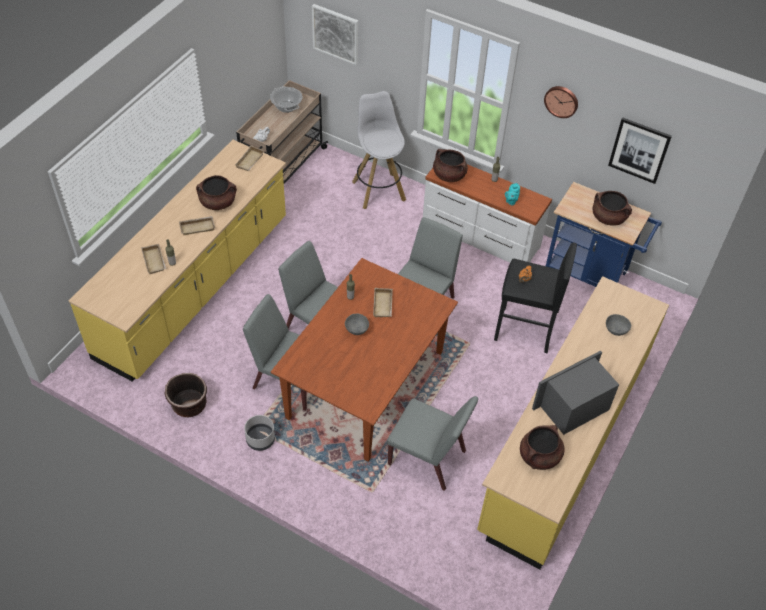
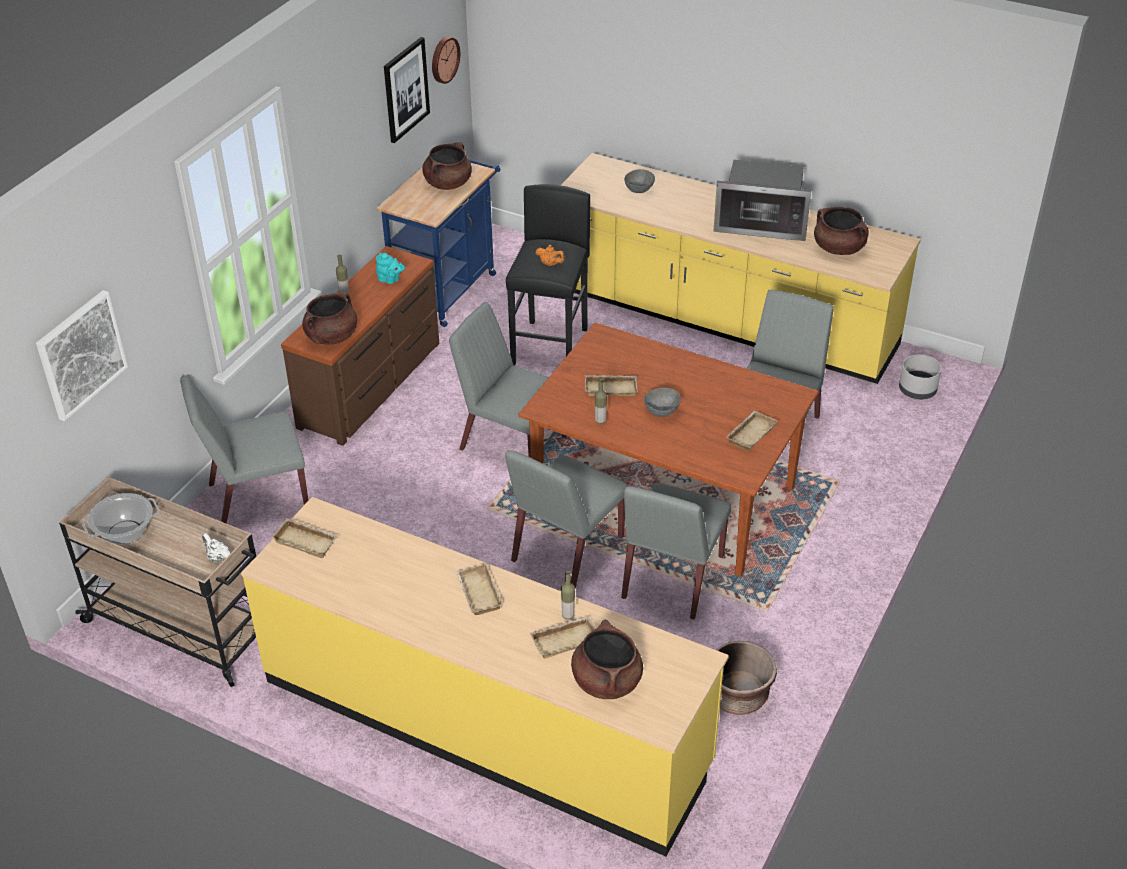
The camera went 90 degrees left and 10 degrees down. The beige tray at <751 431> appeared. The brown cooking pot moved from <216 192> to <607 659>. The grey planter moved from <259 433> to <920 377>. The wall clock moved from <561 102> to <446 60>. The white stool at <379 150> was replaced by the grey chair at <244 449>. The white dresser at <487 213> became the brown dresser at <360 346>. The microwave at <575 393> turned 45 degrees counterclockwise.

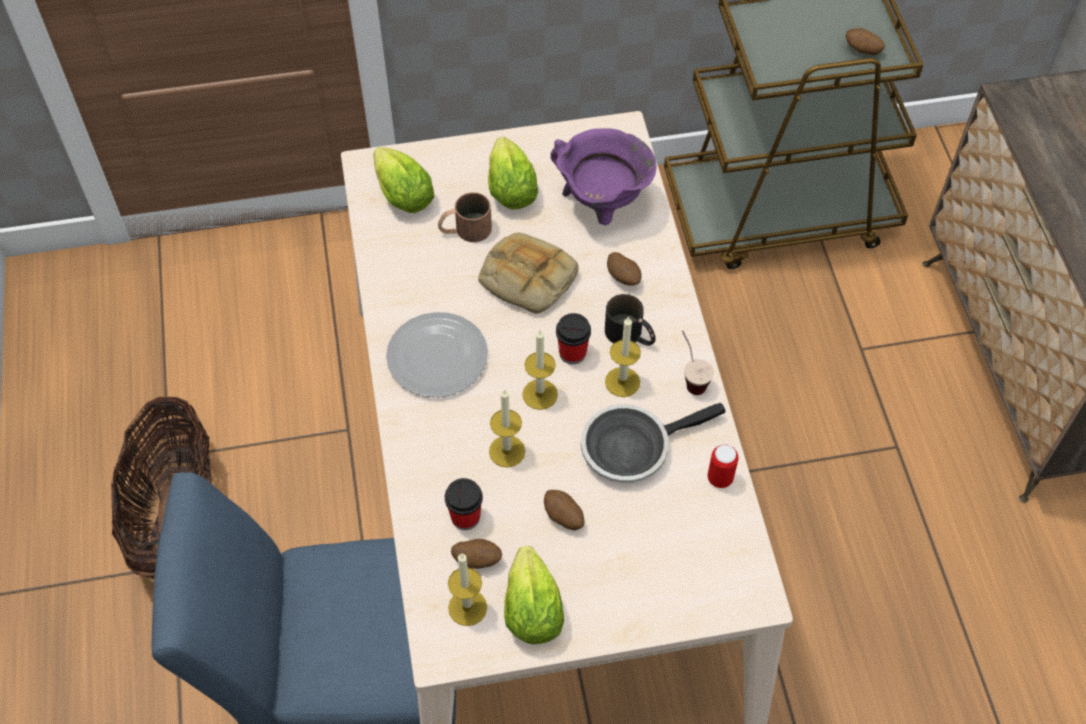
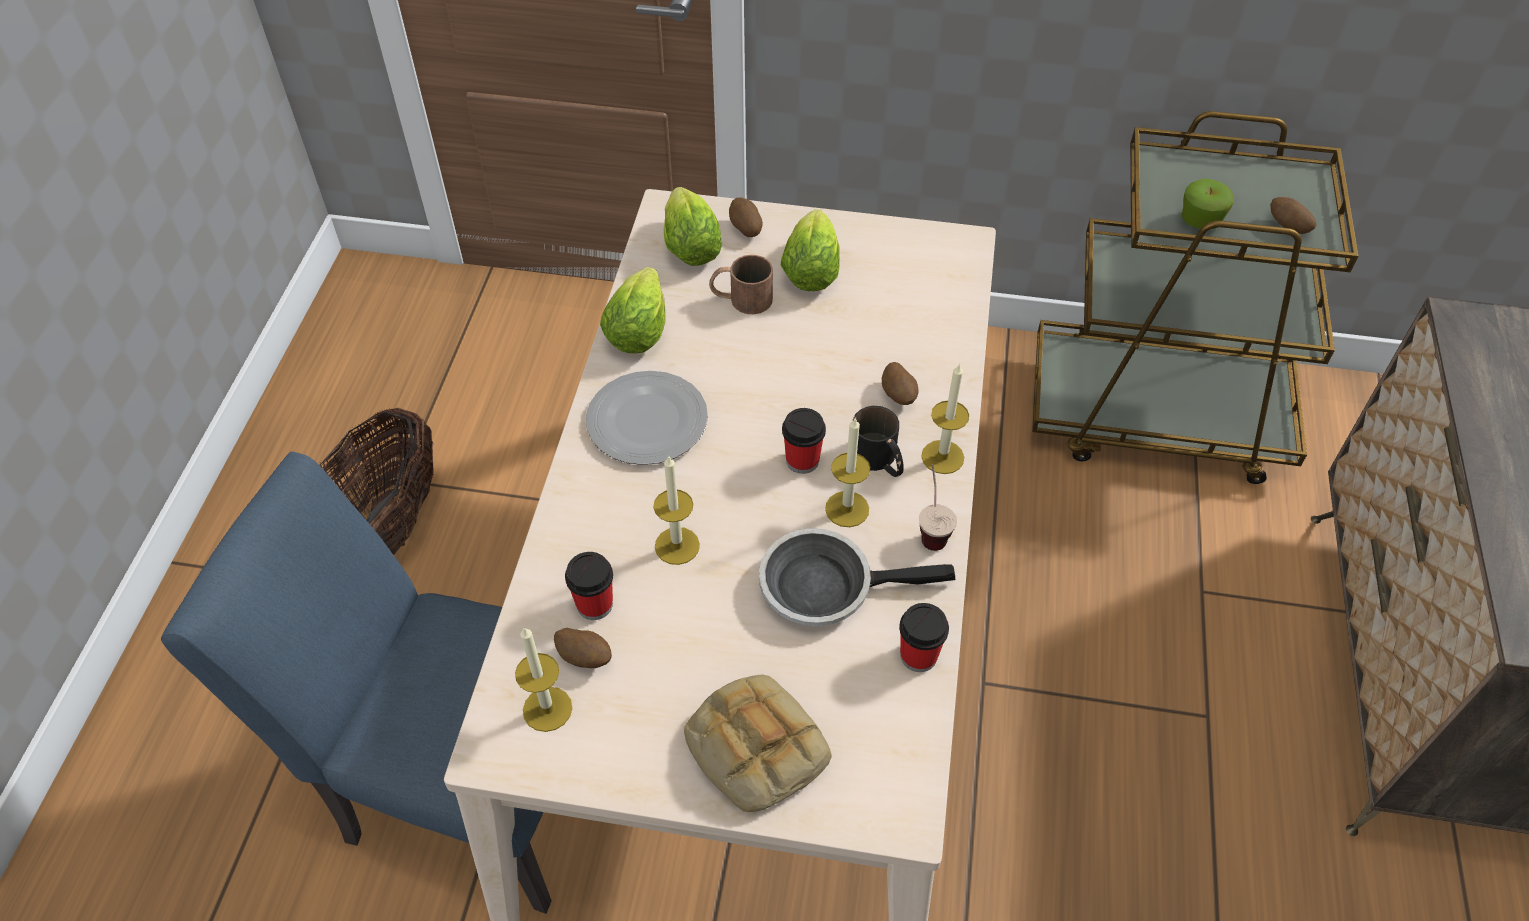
The camera went 20 degrees right and 5 degrees down. The purple cooking pot at <603 176> disappeared. The apple at <1207 204> appeared. The bread moved from <528 273> to <758 743>. The lettuce moved from <534 595> to <633 310>. The candle moved from <540 370> to <945 418>. The potato moved from <564 510> to <746 217>. The can at <723 466> was replaced by the cup at <924 637>.

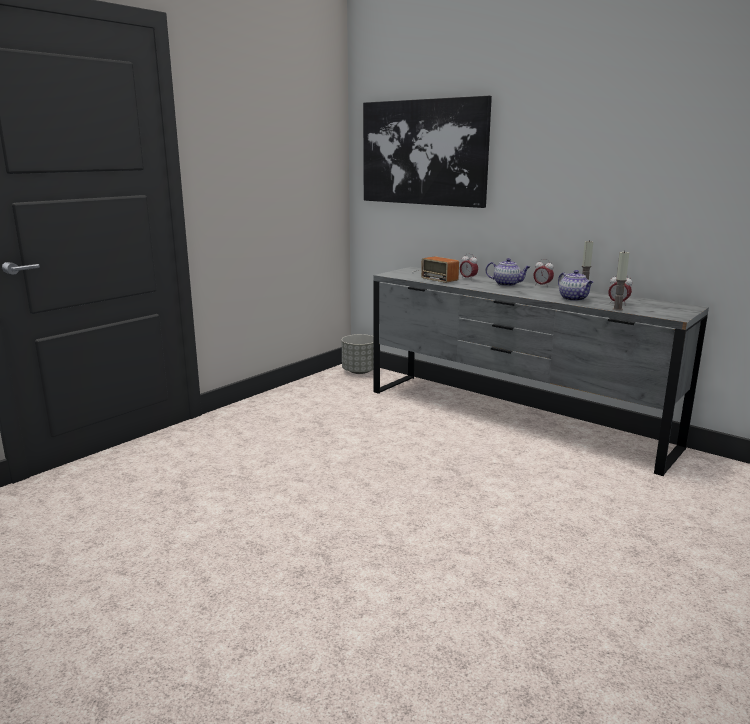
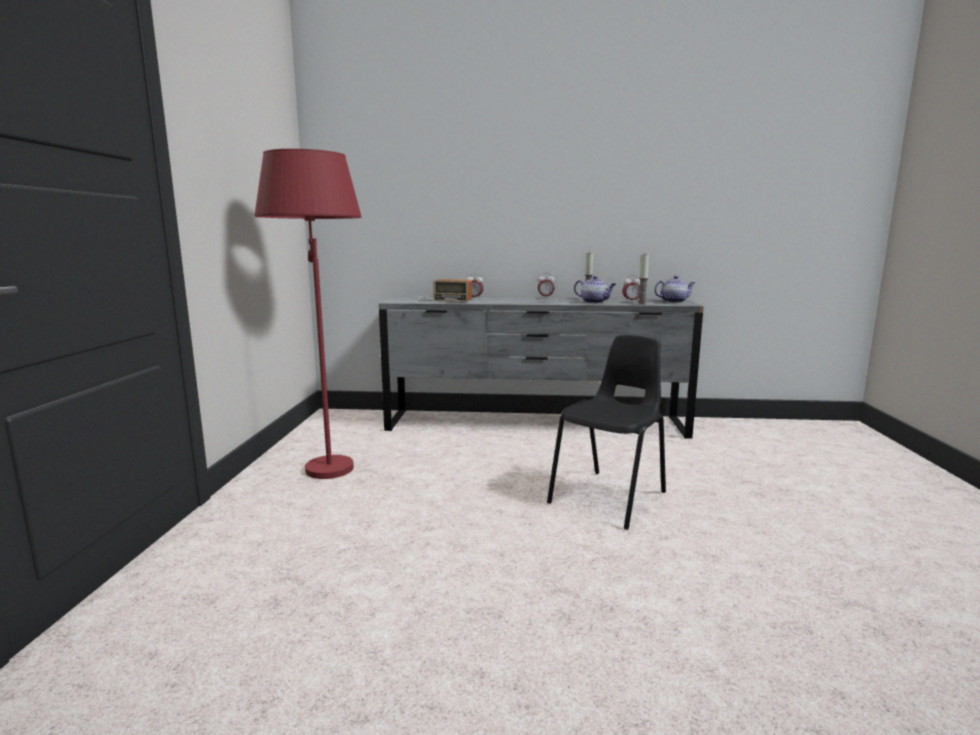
The camera went 35 degrees left and 5 degrees down. The grey planter at <358 354> disappeared. The picture at <427 152> disappeared. The red floor lamp at <308 314> appeared. The black chair at <606 432> appeared. The teapot moved from <508 272> to <674 289>.

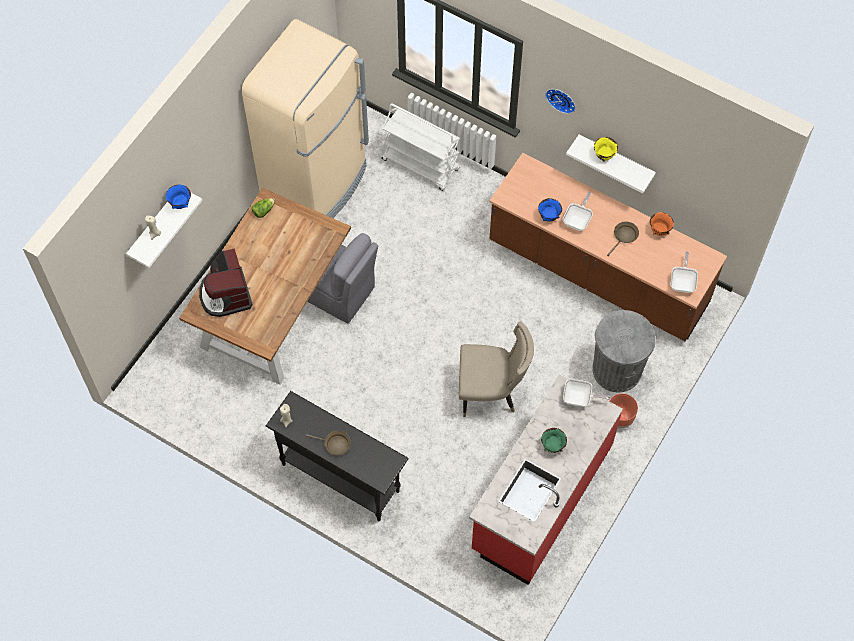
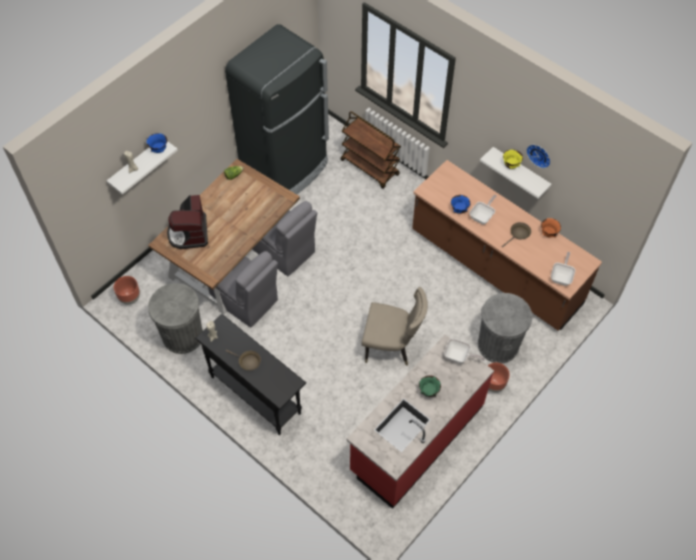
The camera went 10 degrees right and 5 degrees down. The brown planter at <127 290> appeared. The grey trash can at <175 318> appeared. The grey chair at <243 289> appeared. The wall clock moved from <560 101> to <538 156>. The beige fridge at <305 118> became the black fridge at <277 109>. The white cart at <421 147> became the brown cart at <370 150>.

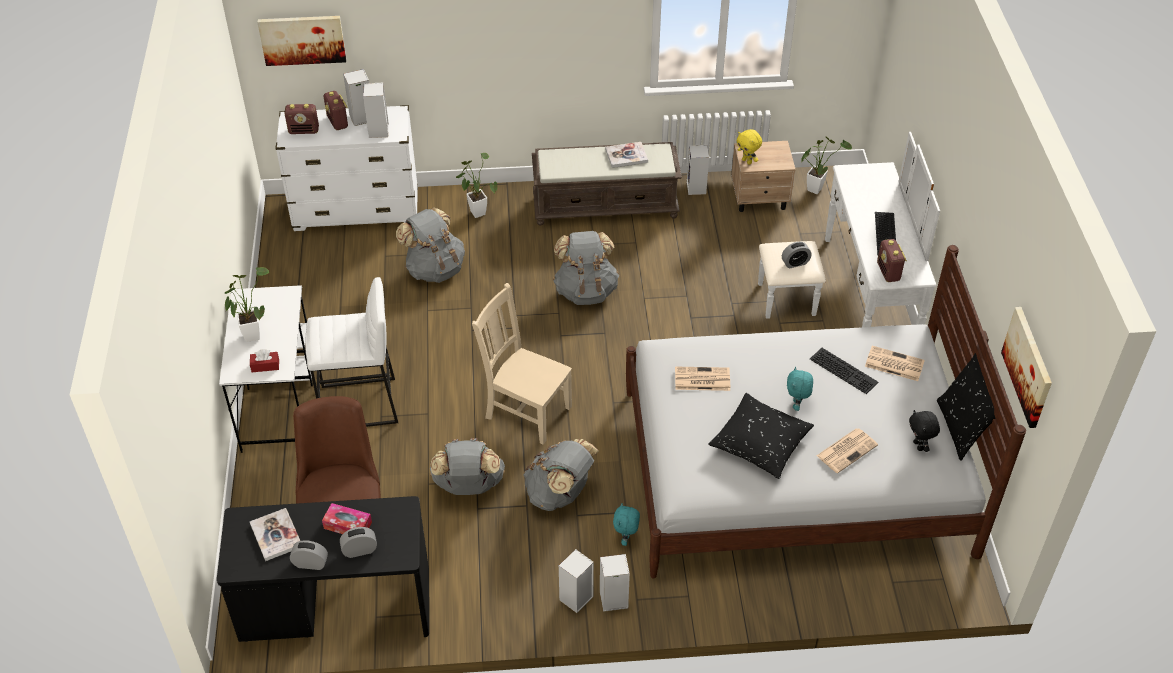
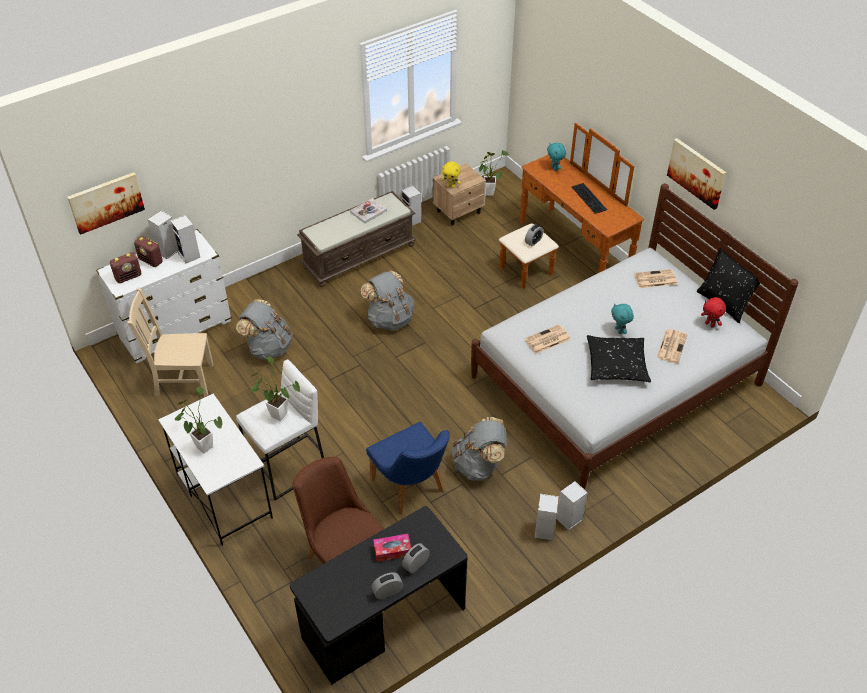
The camera went 30 degrees left and 0 degrees up. The red tissue box at <264 360> disappeared. The book at <275 534> disappeared. The keyboard at <844 371> disappeared. The radio at <892 260> disappeared. The potted plant moved from <476 185> to <275 389>. The beige chair moved from <522 364> to <170 341>. The turquoise plush toy moved from <626 524> to <556 157>. The picture moved from <1026 367> to <696 174>. The grey backpack at <467 466> was replaced by the blue chair at <408 468>. The white dresser at <849 229> became the brown dresser at <571 206>. The black plush toy at <924 431> became the red plush toy at <713 312>.

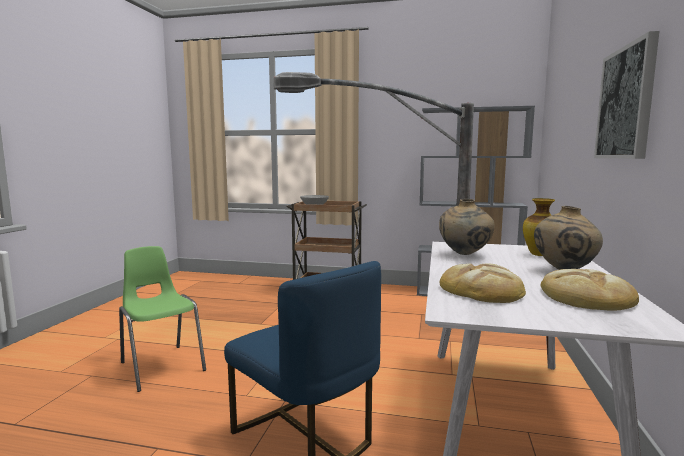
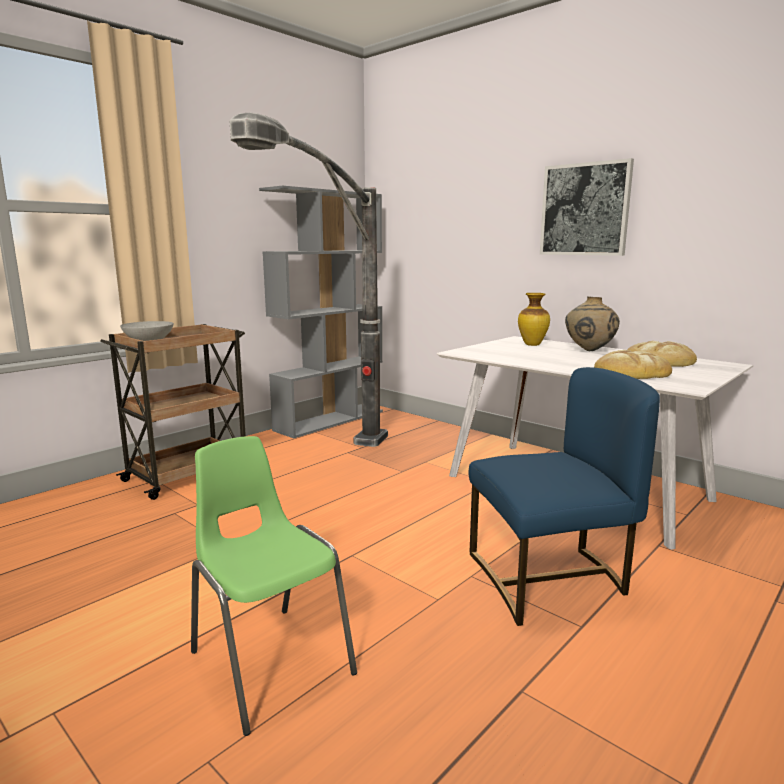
The camera went 60 degrees left and 5 degrees up. The beige vase at <466 227> disappeared. The green chair at <162 319> turned 60 degrees clockwise.

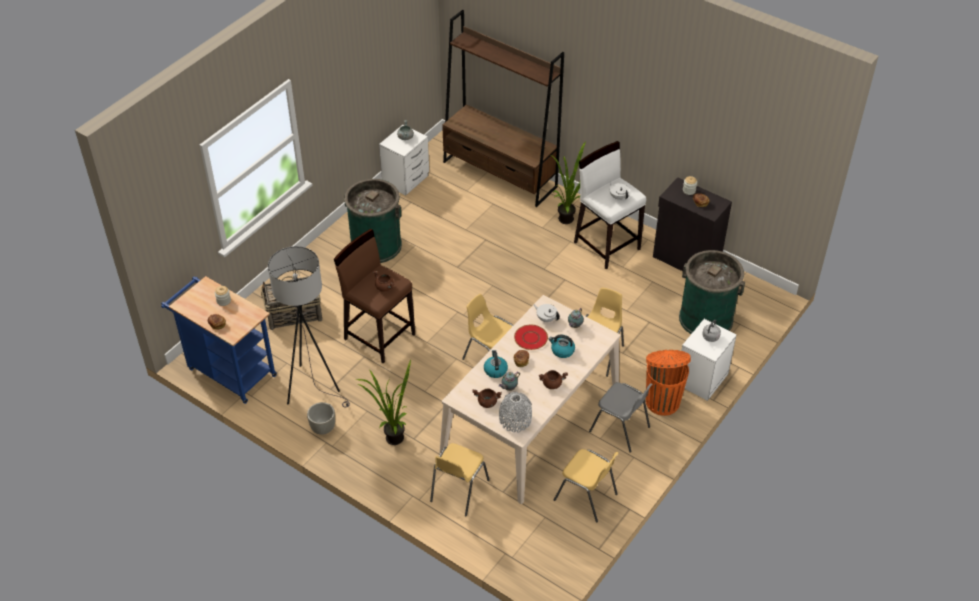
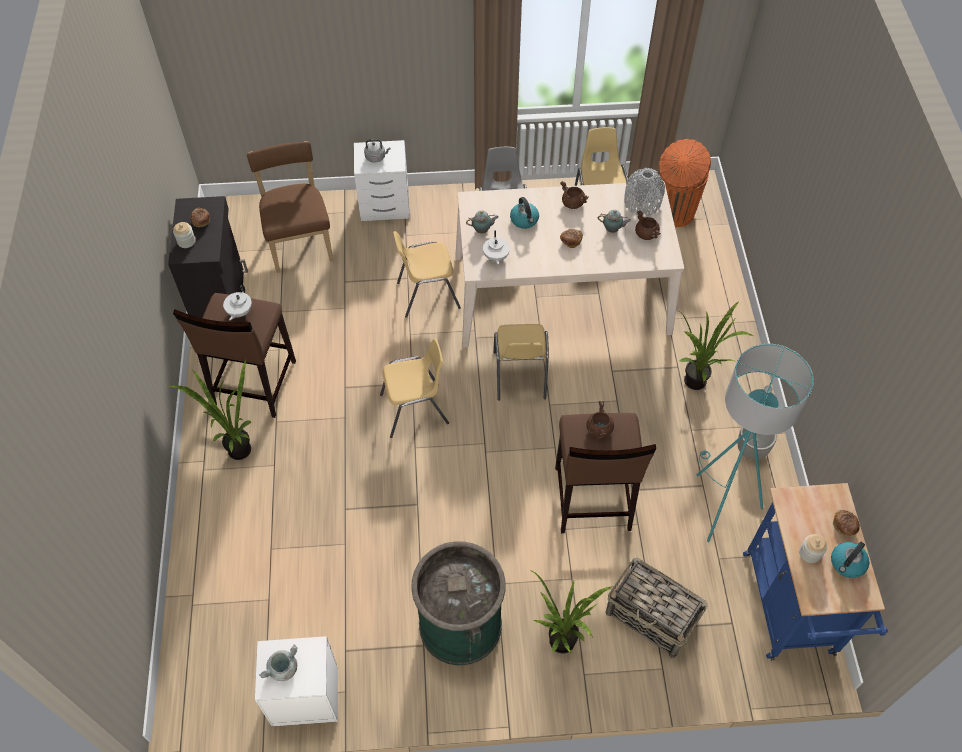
The camera went 130 degrees left and 10 degrees up. The brown bookcase at <503 108> disappeared. The red plate at <531 337> disappeared. The potted plant at <572 612> appeared. The yellow chair moved from <459 479> to <414 388>. The kettle moved from <496 364> to <850 560>. The orange trash can moved from <668 383> to <685 183>. The green trash can at <712 292> was replaced by the brown chair at <290 207>. The grey floor lamp at <309 327> became the turquoise floor lamp at <755 443>. The white stool at <610 205> became the brown stool at <234 355>.

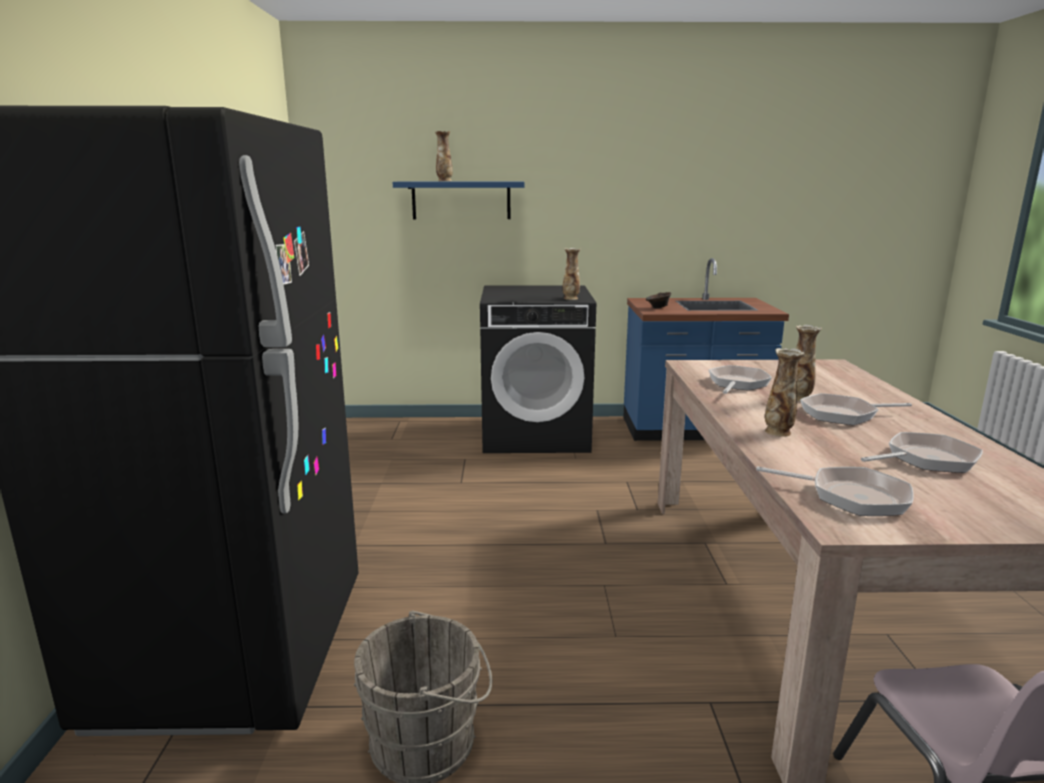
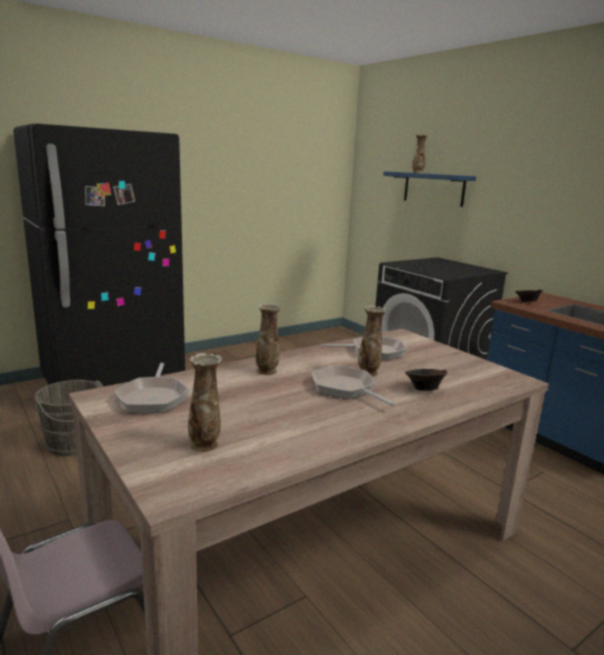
The camera went 55 degrees right and 0 degrees up. The frying pan at <922 452> disappeared. The brown bowl at <426 380> appeared. The vase moved from <572 274> to <205 402>.

